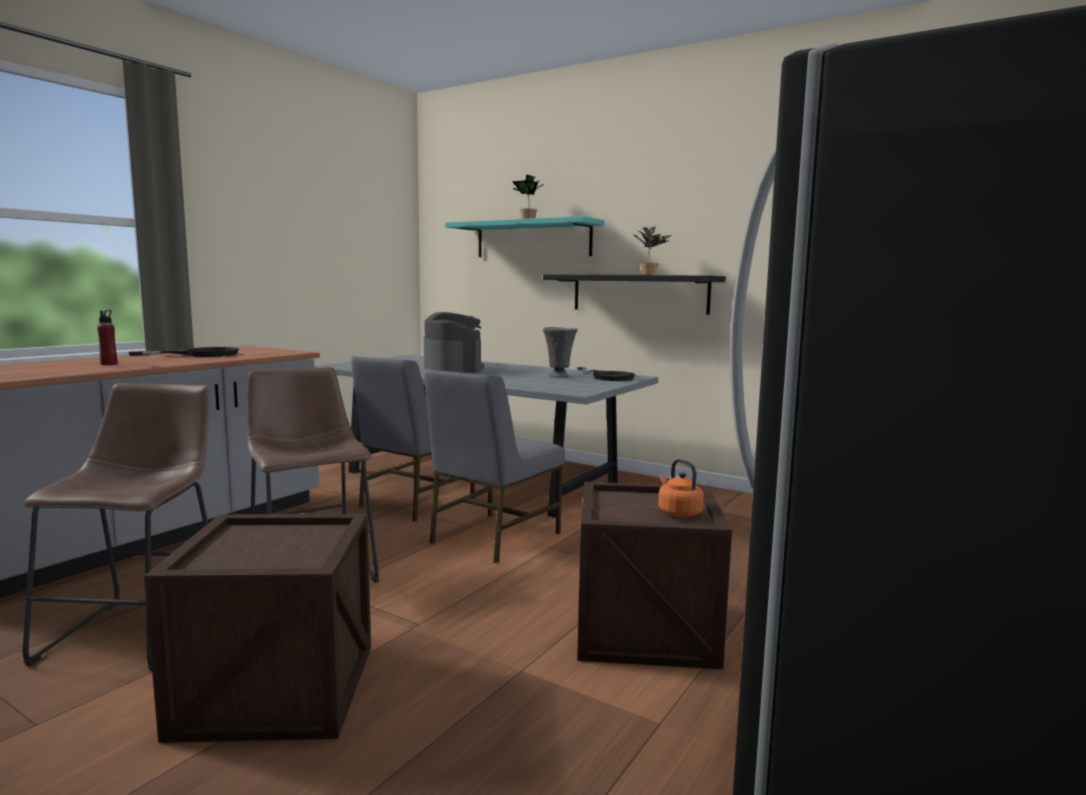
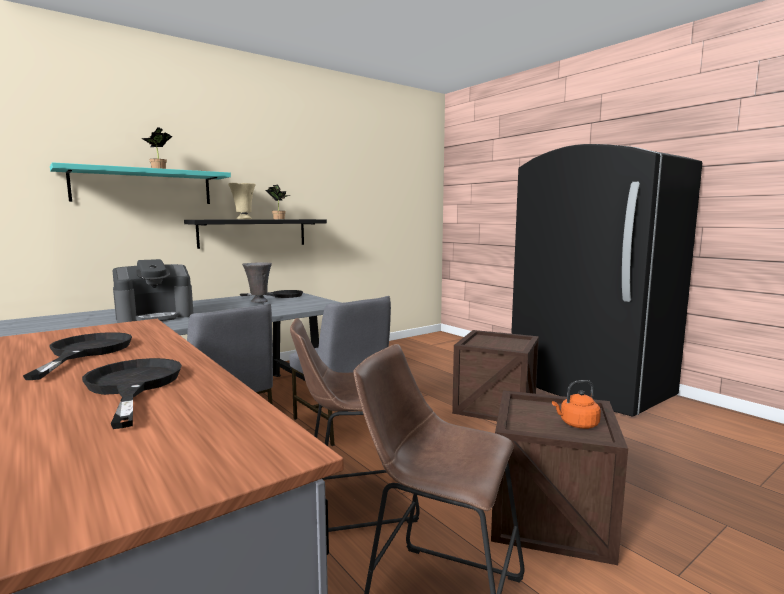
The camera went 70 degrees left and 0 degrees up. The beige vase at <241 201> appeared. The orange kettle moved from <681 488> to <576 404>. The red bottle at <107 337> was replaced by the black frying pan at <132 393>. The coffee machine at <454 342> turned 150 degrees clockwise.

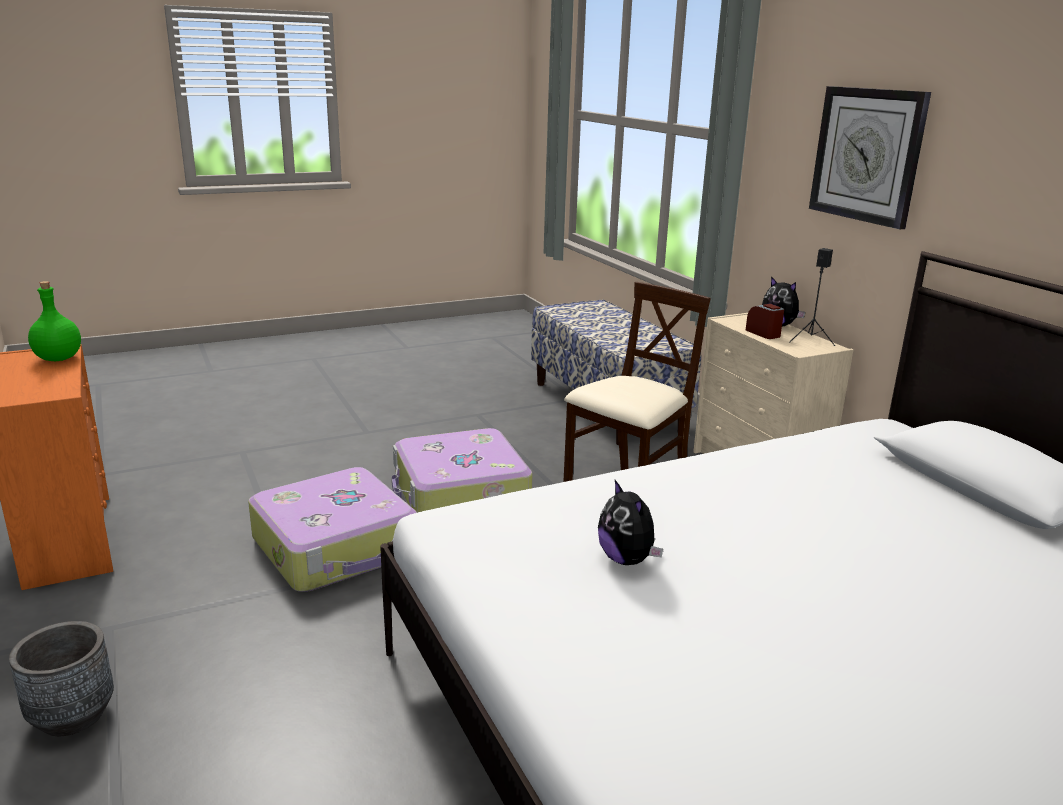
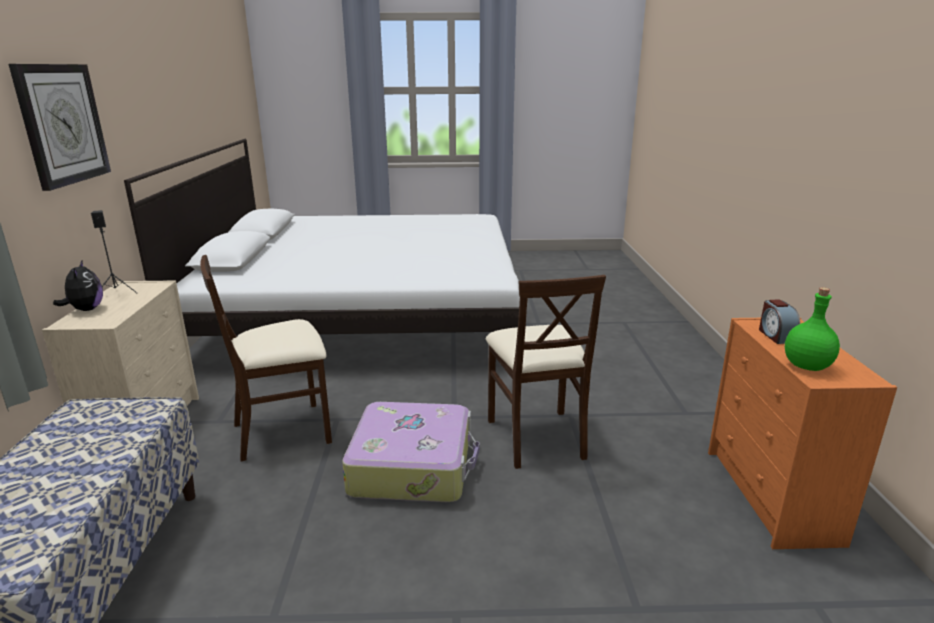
The camera went 155 degrees left and 0 degrees up. The grey planter at <61 678> disappeared. The plush toy at <630 522> disappeared. The alarm clock moved from <765 321> to <779 321>. The suitcase at <332 529> was replaced by the beige chair at <546 372>.

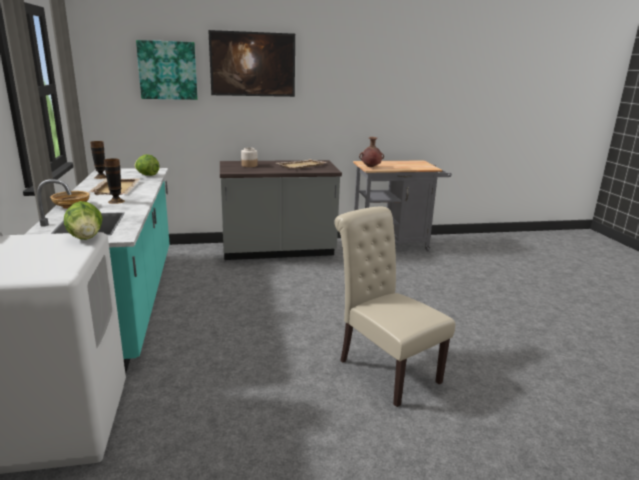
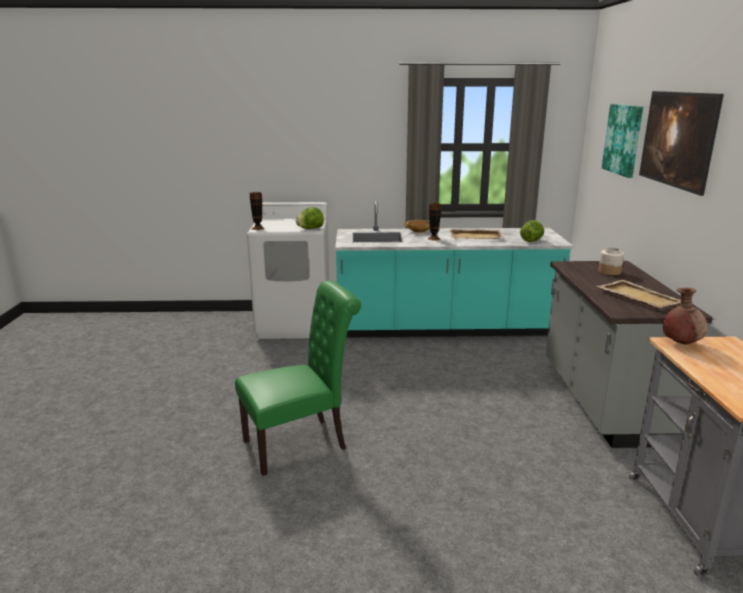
The camera went 100 degrees right and 0 degrees up. The vase moved from <98 160> to <257 211>. The beige chair at <394 307> became the green chair at <298 378>.

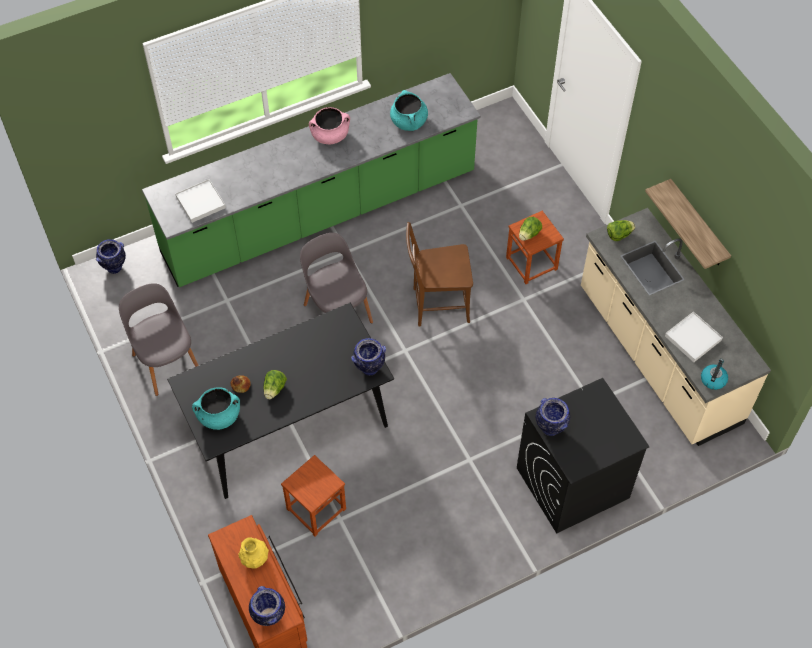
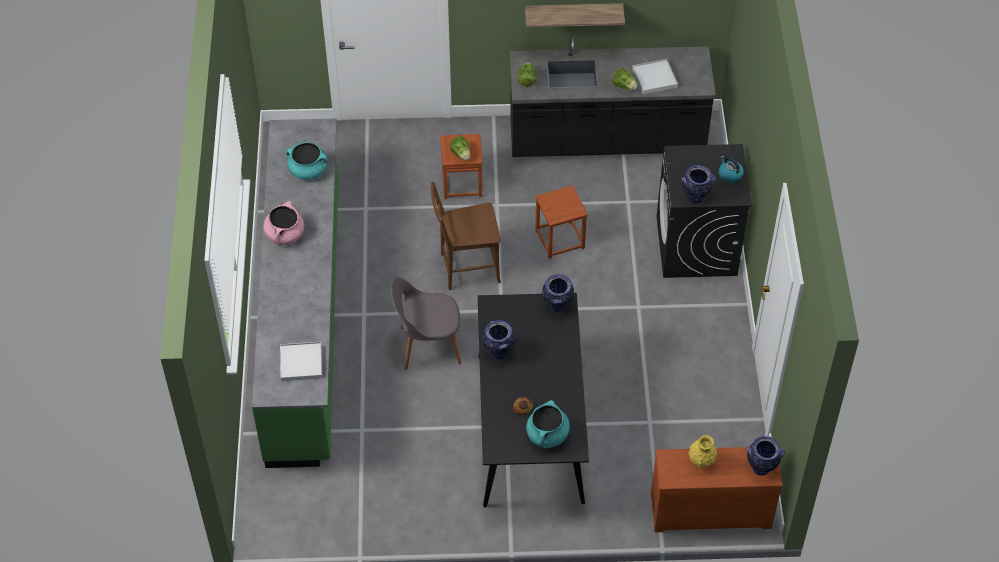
The camera went 65 degrees left and 5 degrees down. The grey chair at <159 339> disappeared. The vase moved from <111 256> to <498 339>. The lettuce moved from <275 384> to <624 79>. The brown stool moved from <313 496> to <561 222>. The kettle moved from <714 374> to <731 169>. The beige counter at <676 327> became the black counter at <613 96>. The brown chair at <439 274> turned 60 degrees clockwise.

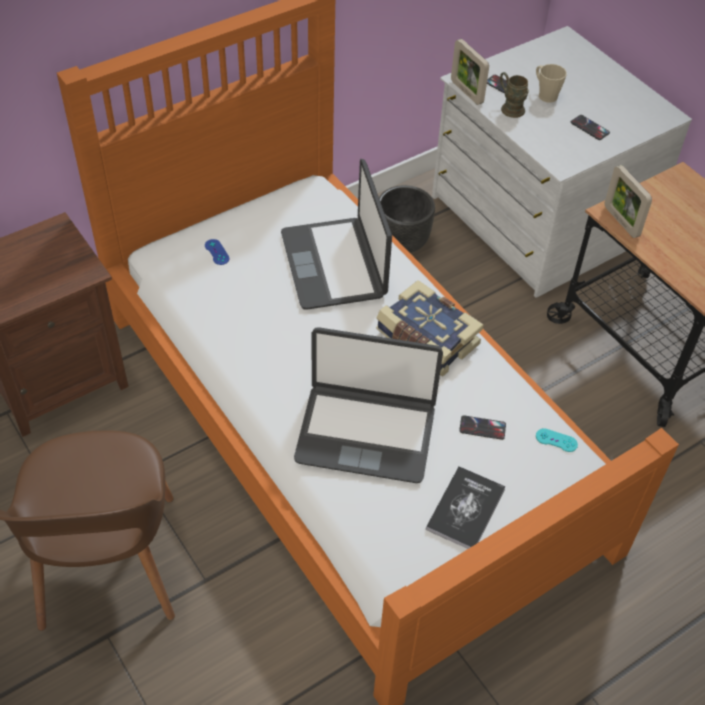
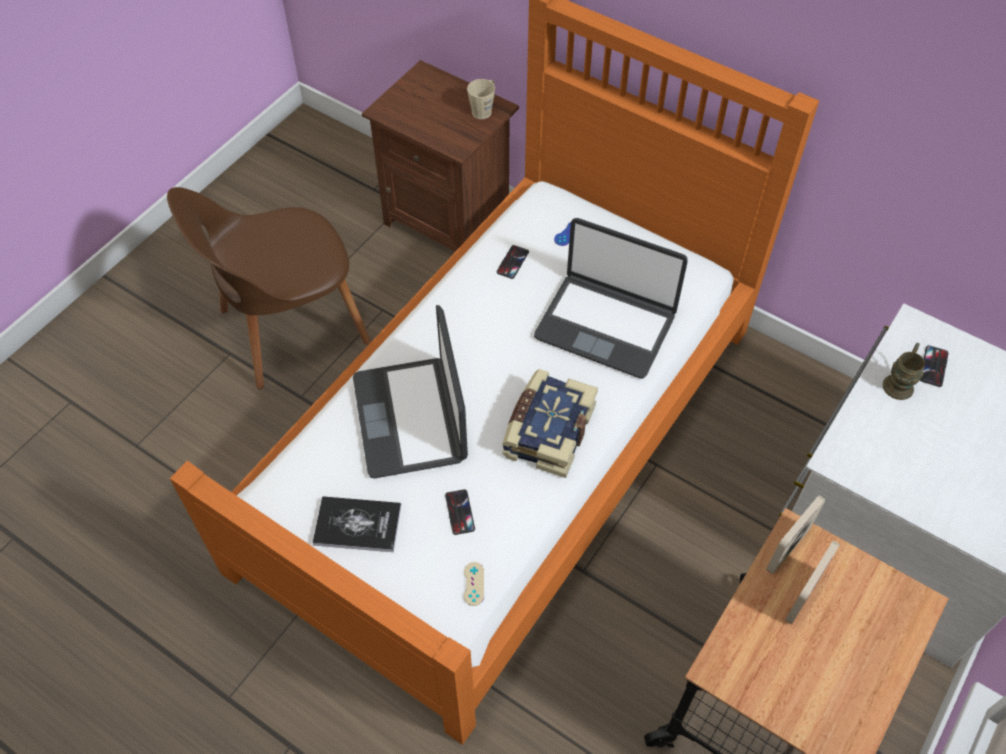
The camera went 70 degrees right and 5 degrees up. The black planter at <407 219> disappeared. The picture frame moved from <470 72> to <812 582>. The beige mug moved from <551 83> to <481 99>. The phone moved from <590 127> to <513 262>. The turquoise game controller at <557 440> became the beige game controller at <474 584>. The laptop at <336 234> turned 120 degrees counterclockwise.

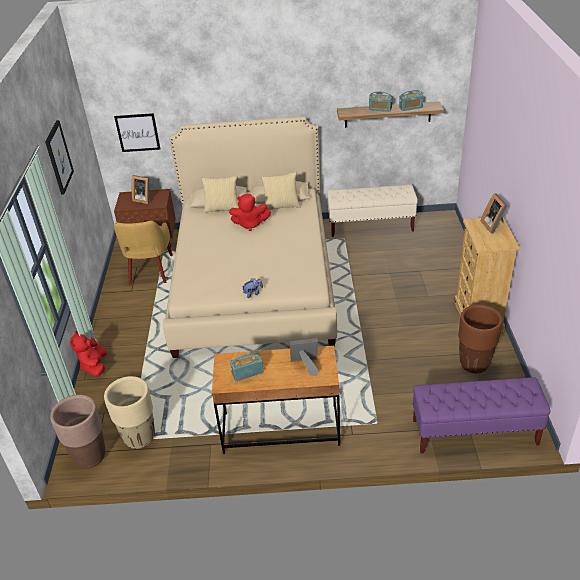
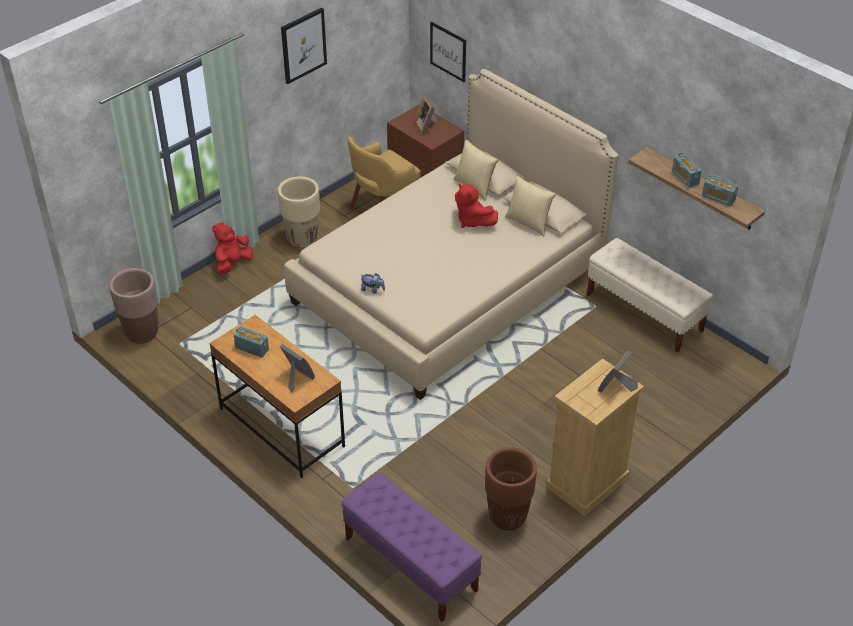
The camera went 45 degrees right and 5 degrees up. The beige planter moved from <129 412> to <299 212>.

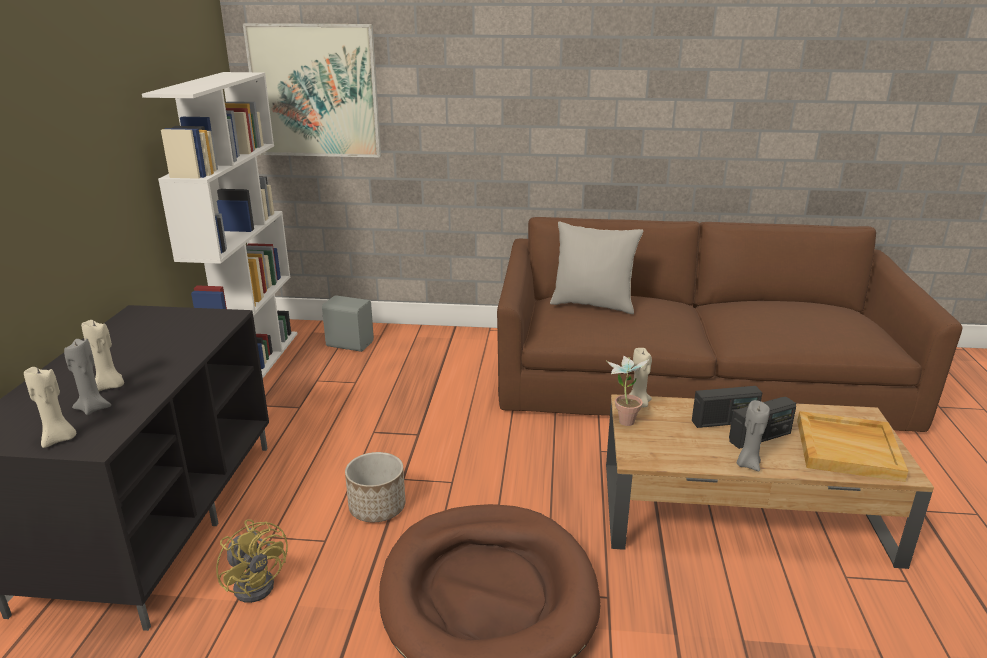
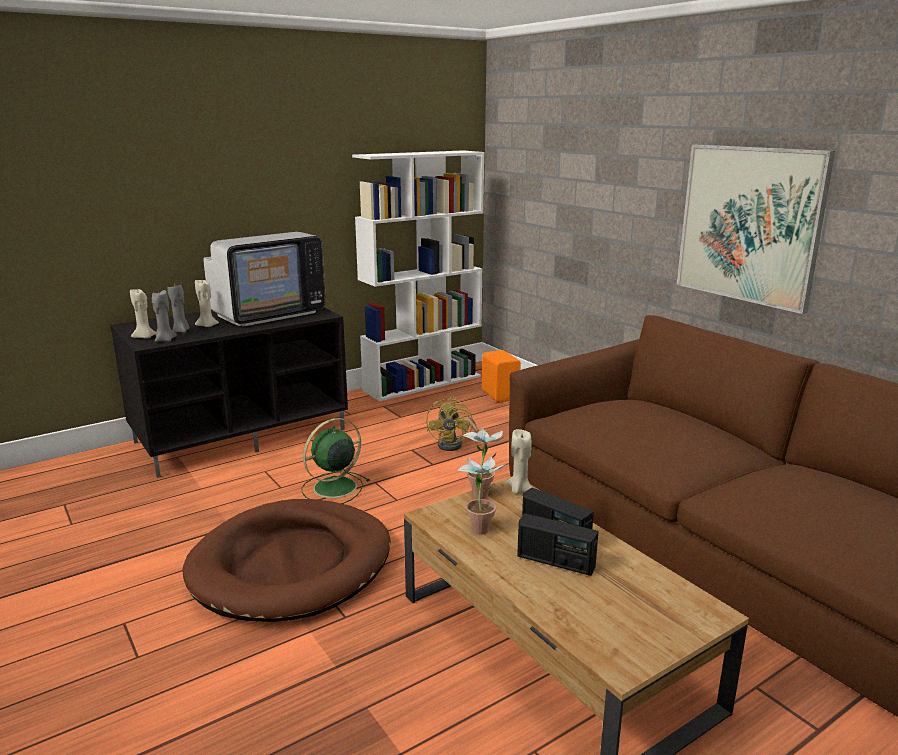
The camera went 50 degrees right and 5 degrees down. The grey pillow at <596 267> disappeared. The beige tray at <852 446> disappeared. The television at <264 279> appeared. The potted plant at <481 495> appeared. The yellow fan moved from <252 561> to <452 424>. The picture moved from <312 90> to <756 229>. The grey candle moved from <753 435> to <164 316>. The planter at <375 487> was replaced by the green fan at <335 461>. The grey speaker at <348 323> became the orange speaker at <501 376>.

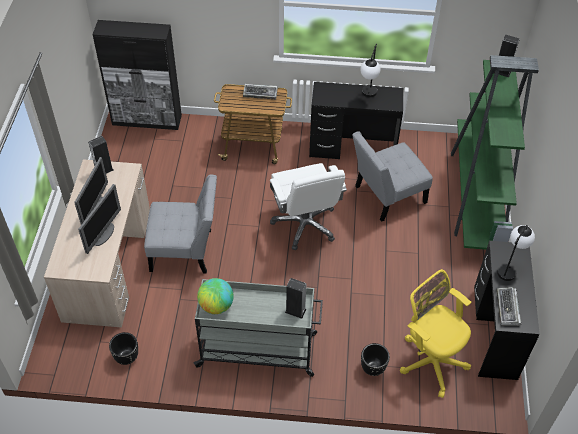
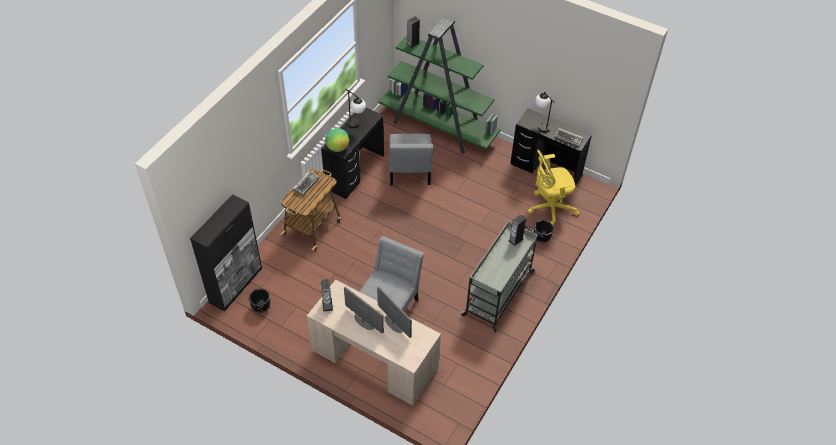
The camera went 65 degrees left and 0 degrees up. The white office chair at <308 206> disappeared. The black planter moved from <123 348> to <259 301>. The globe moved from <215 296> to <337 140>.

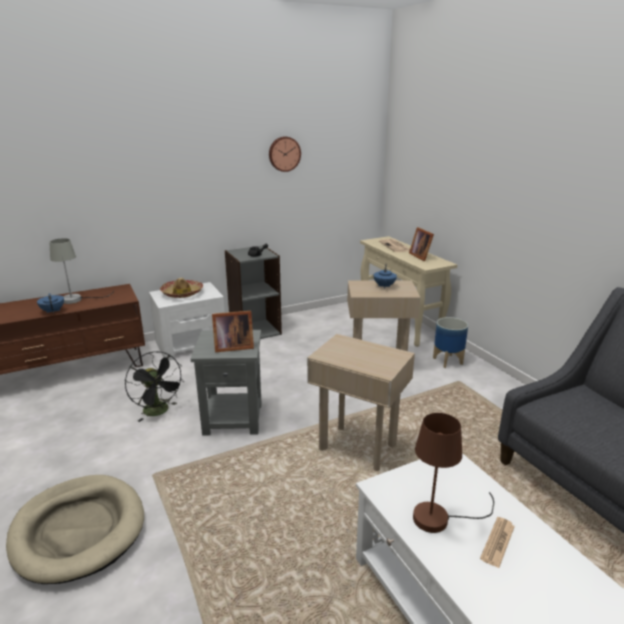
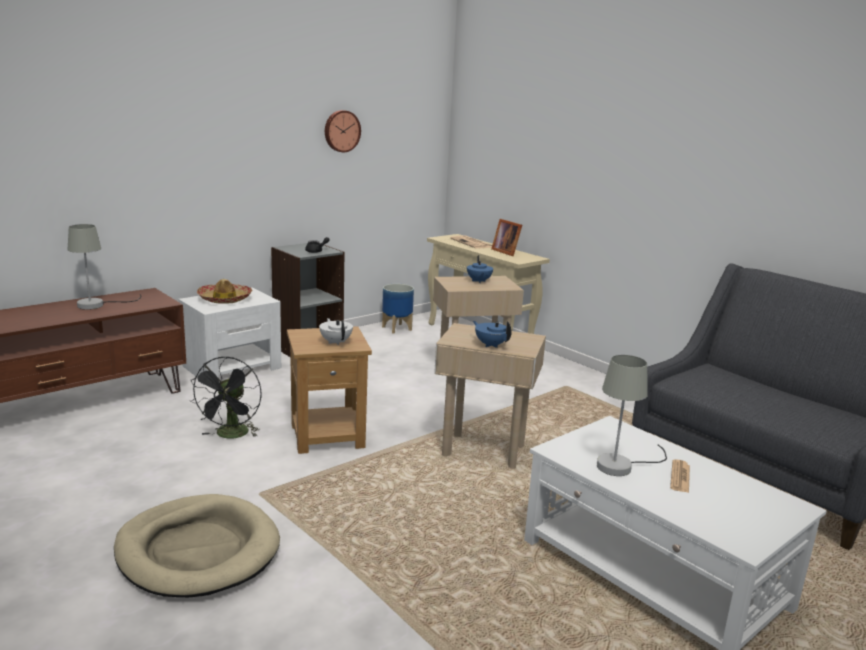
The camera went 15 degrees left and 5 degrees down. The blue teapot moved from <50 303> to <492 334>. The planter moved from <450 342> to <398 309>. The picture frame at <233 331> was replaced by the white teapot at <336 331>. The grey side table at <226 383> became the brown side table at <329 390>. The brown table lamp at <453 473> became the grey table lamp at <632 415>. The black fan at <154 386> turned 60 degrees clockwise.

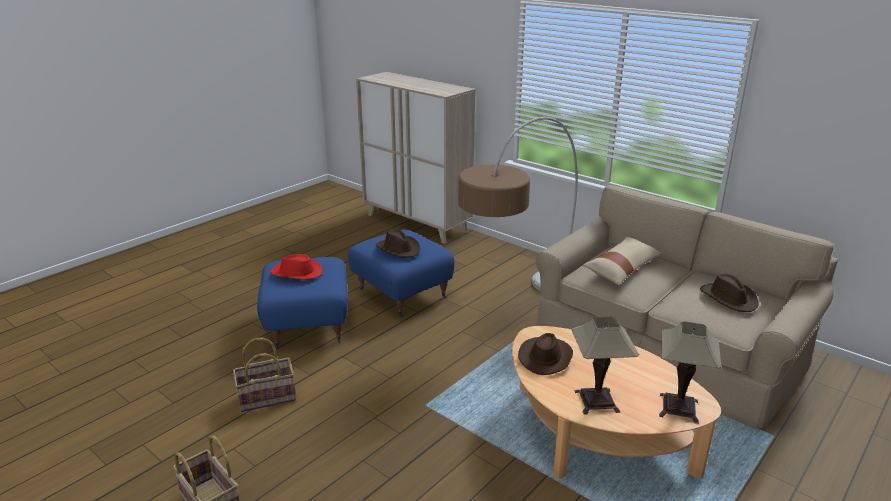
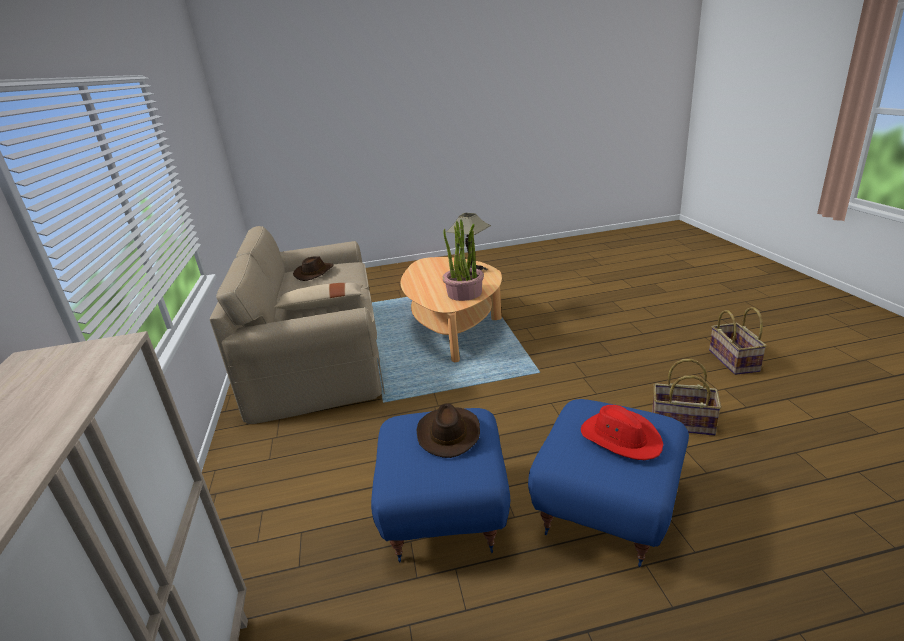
The camera went 140 degrees left and 0 degrees up. The floor lamp at <518 204> disappeared. The table lamp at <690 372> disappeared. The brown hat at <545 354> was replaced by the potted plant at <463 260>.

